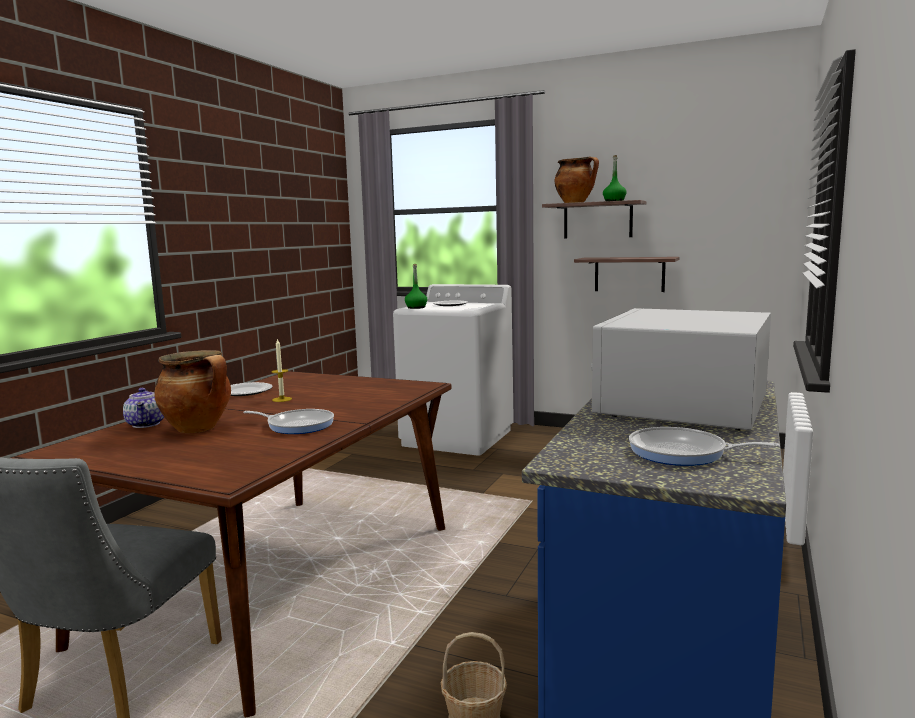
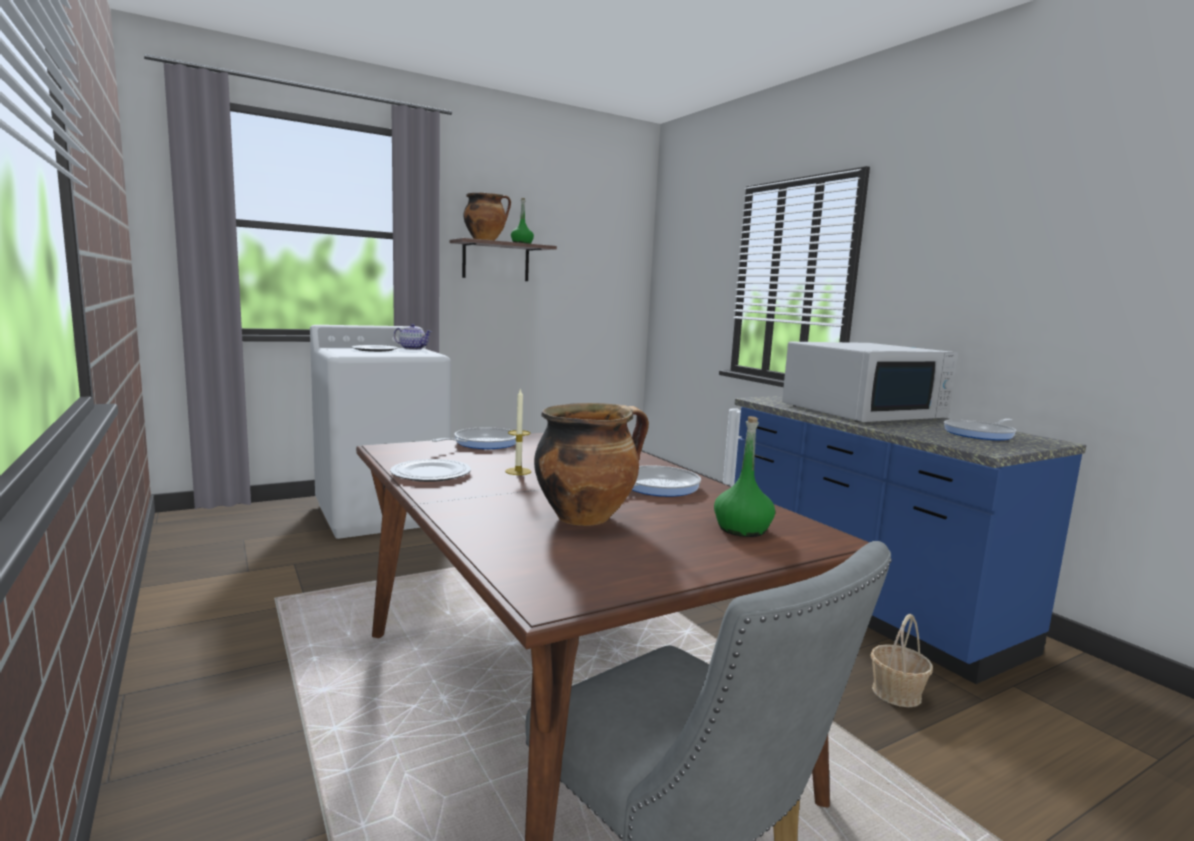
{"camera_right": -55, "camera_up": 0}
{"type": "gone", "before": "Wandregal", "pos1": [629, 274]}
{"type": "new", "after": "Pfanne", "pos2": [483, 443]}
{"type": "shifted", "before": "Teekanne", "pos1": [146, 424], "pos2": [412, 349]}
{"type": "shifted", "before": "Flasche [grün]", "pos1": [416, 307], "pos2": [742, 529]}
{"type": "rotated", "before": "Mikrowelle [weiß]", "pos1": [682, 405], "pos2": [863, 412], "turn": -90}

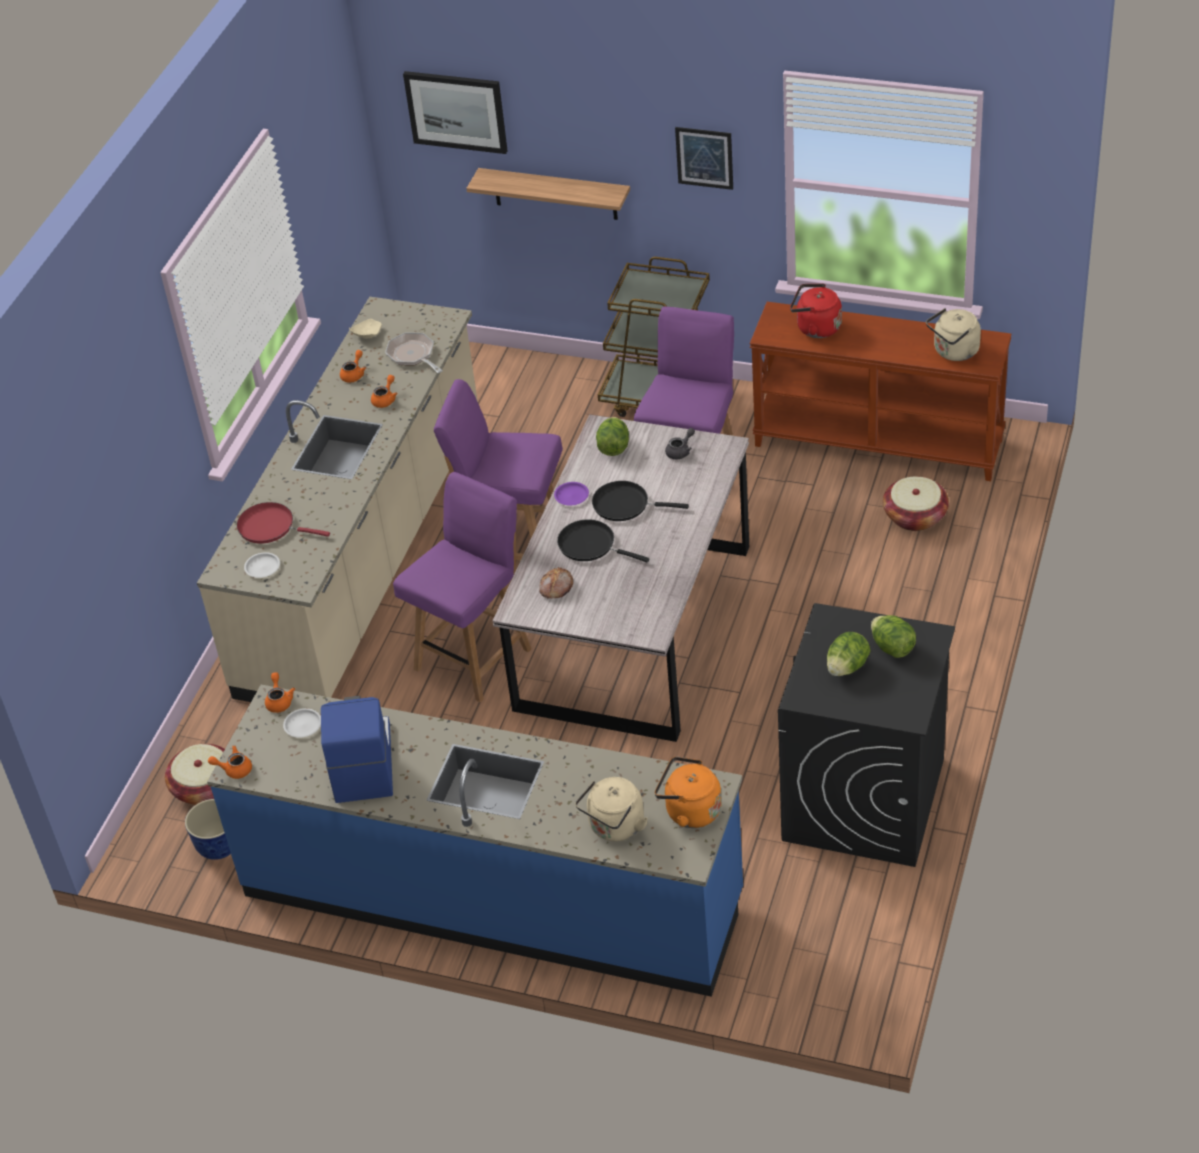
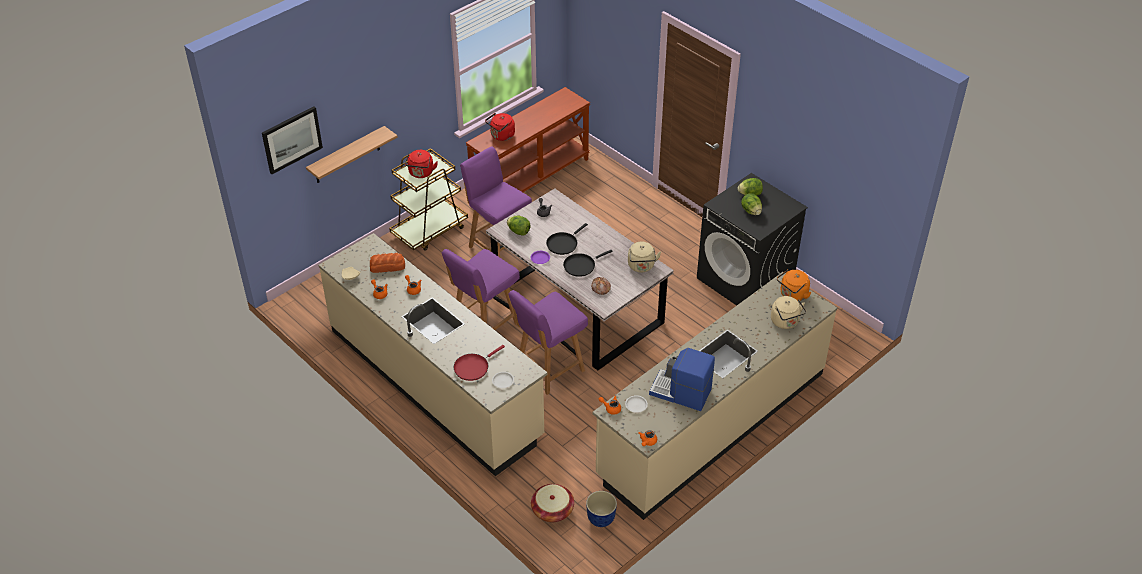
{"camera_right": -65, "camera_up": 0}
{"type": "gone", "before": "Bild", "pos1": [704, 158]}
{"type": "gone", "before": "Korb", "pos1": [915, 516]}
{"type": "new", "after": "Wasserkessel [rot]", "pos2": [421, 173]}
{"type": "shifted", "before": "Wasserkessel [beige]", "pos1": [954, 352], "pos2": [641, 267]}
{"type": "swapped", "before": "Pfanne", "after": "Brot", "pos1": [413, 355], "pos2": [388, 266]}
{"type": "repainted", "before": "Küchenzeile [blau]", "after": "Küchenzeile [beige]", "pos1": [492, 895], "pos2": [711, 424]}
{"type": "rotated", "before": "Stuhl [lila]", "pos1": [475, 657], "pos2": [548, 369], "turn": -105}

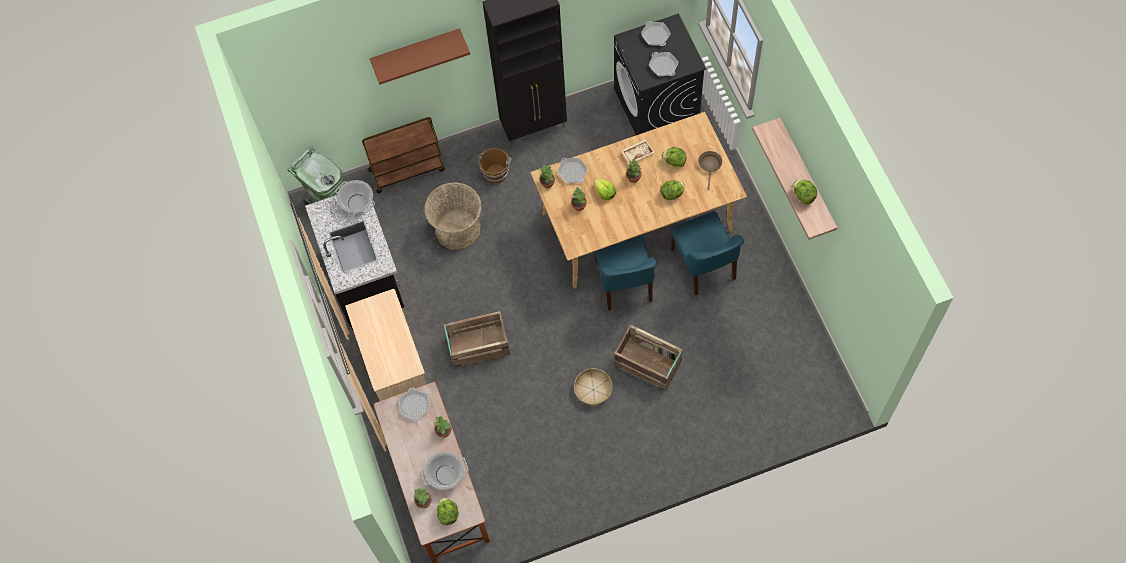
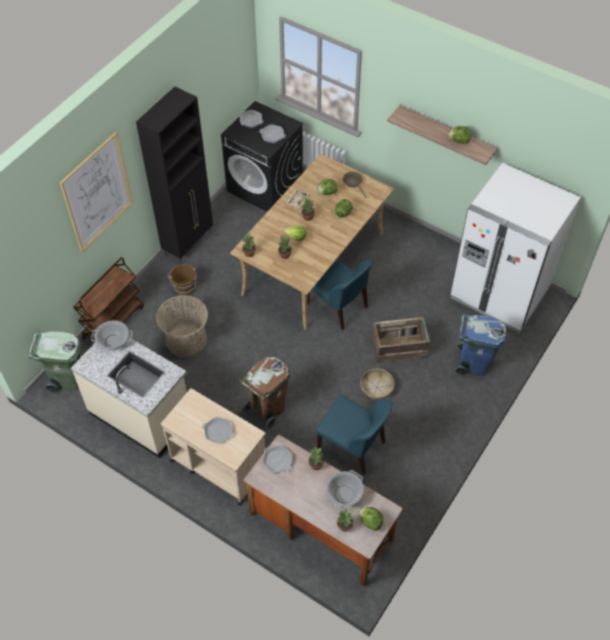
{"camera_right": -40, "camera_up": -10}
{"type": "new", "after": "Kühlschrank [weiß]", "pos2": [499, 294]}
{"type": "new", "after": "Mülleimer [blau]", "pos2": [472, 363]}
{"type": "shifted", "before": "Pfanne", "pos1": [572, 172], "pos2": [218, 432]}
{"type": "shifted", "before": "Stuhl [blau]", "pos1": [704, 265], "pos2": [353, 446]}
{"type": "swapped", "before": "Wandregal [braun]", "after": "Bild", "pos1": [416, 50], "pos2": [97, 192]}
{"type": "swapped", "before": "Kiste", "after": "Mülleimer [braun]", "pos1": [477, 345], "pos2": [267, 409]}
{"type": "repainted", "before": "Küchenzeile [schwarz]", "after": "Küchenzeile [beige]", "pos1": [366, 279], "pos2": [141, 415]}

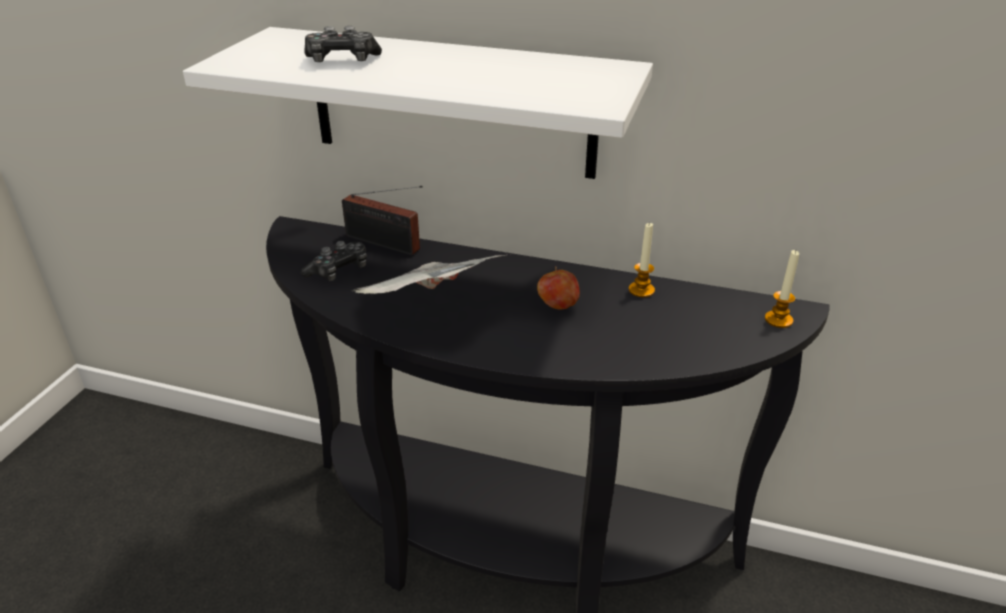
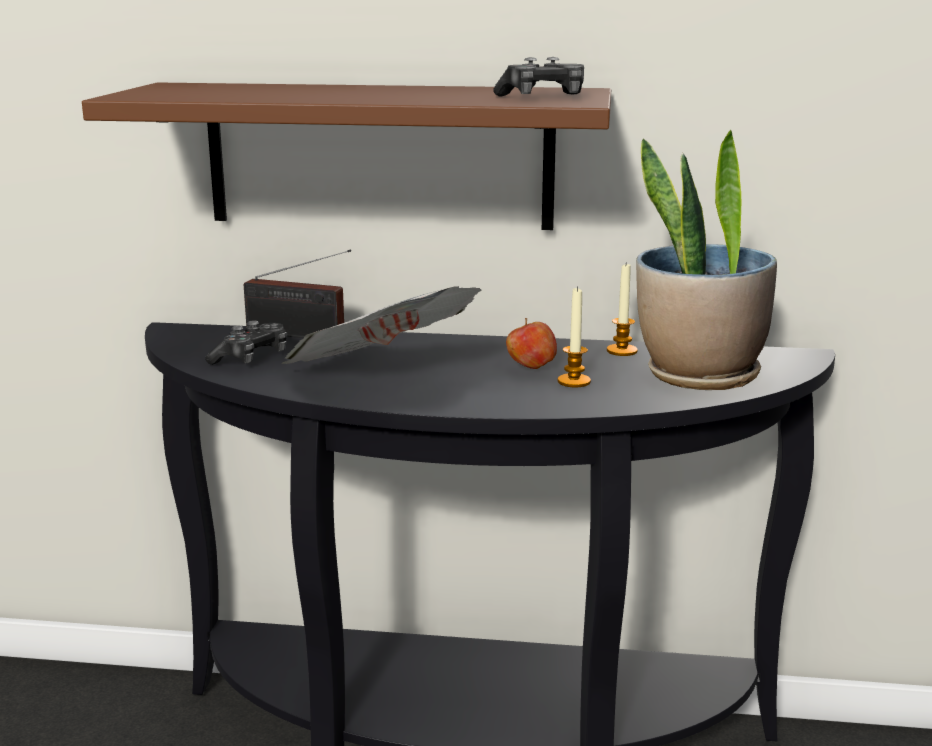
{"camera_right": -10, "camera_up": -15}
{"type": "new", "after": "Topfpflanze", "pos2": [699, 376]}
{"type": "shifted", "before": "Gamepad", "pos1": [342, 60], "pos2": [543, 97]}
{"type": "shifted", "before": "Kerze", "pos1": [778, 320], "pos2": [574, 381]}
{"type": "repainted", "before": "Wandregal [weiß]", "after": "Wandregal [braun]", "pos1": [451, 103], "pos2": [379, 156]}

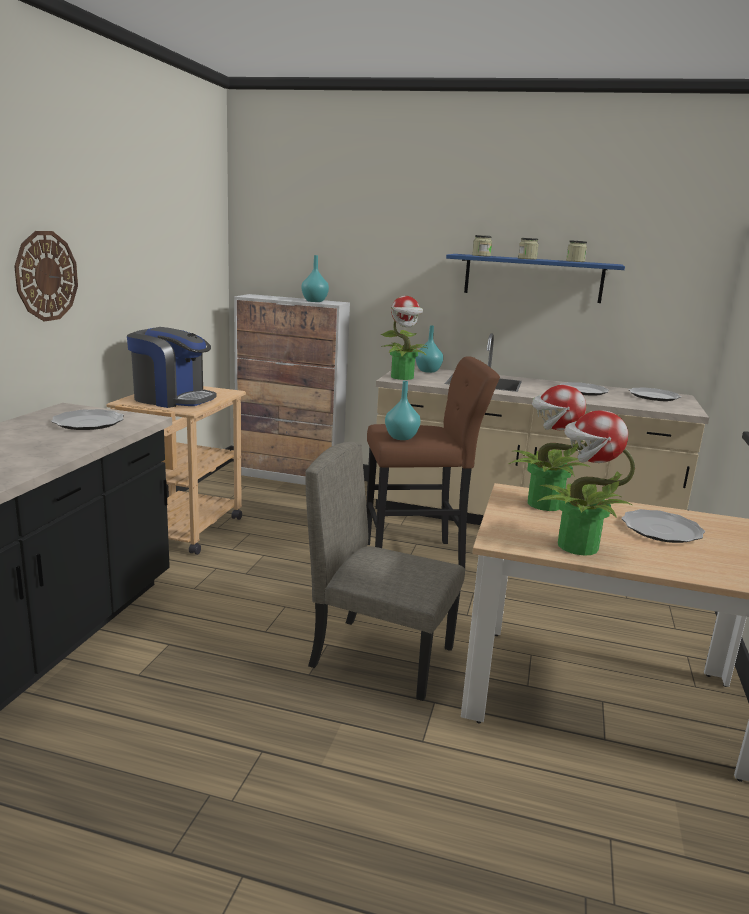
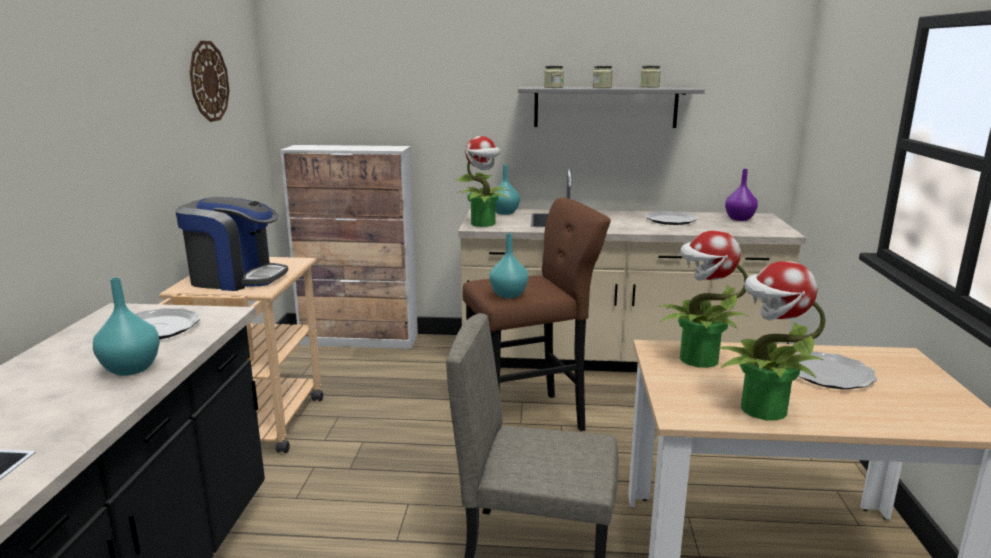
{"camera_right": -10, "camera_up": 0}
{"type": "shifted", "before": "Wanduhr", "pos1": [46, 276], "pos2": [208, 81]}
{"type": "shifted", "before": "Vase [türkis]", "pos1": [314, 301], "pos2": [130, 369]}
{"type": "swapped", "before": "Teller", "after": "Vase [lila]", "pos1": [653, 396], "pos2": [739, 219]}
{"type": "repainted", "before": "Wandregal [blau]", "after": "Wandregal [grau]", "pos1": [533, 278], "pos2": [605, 107]}

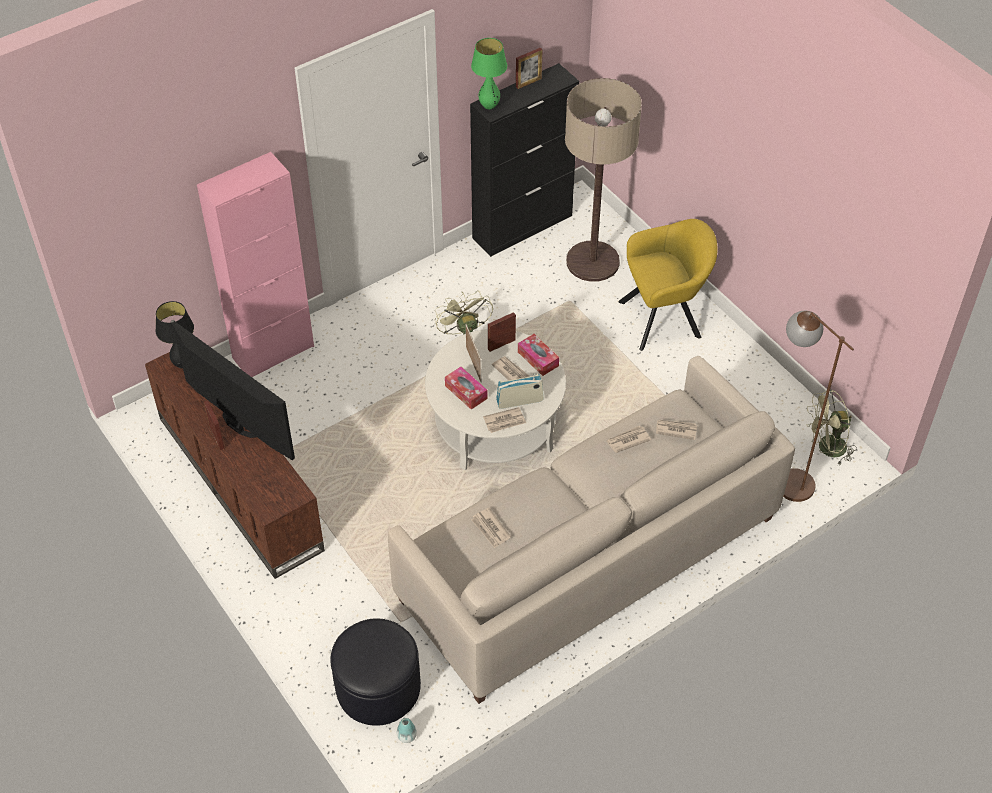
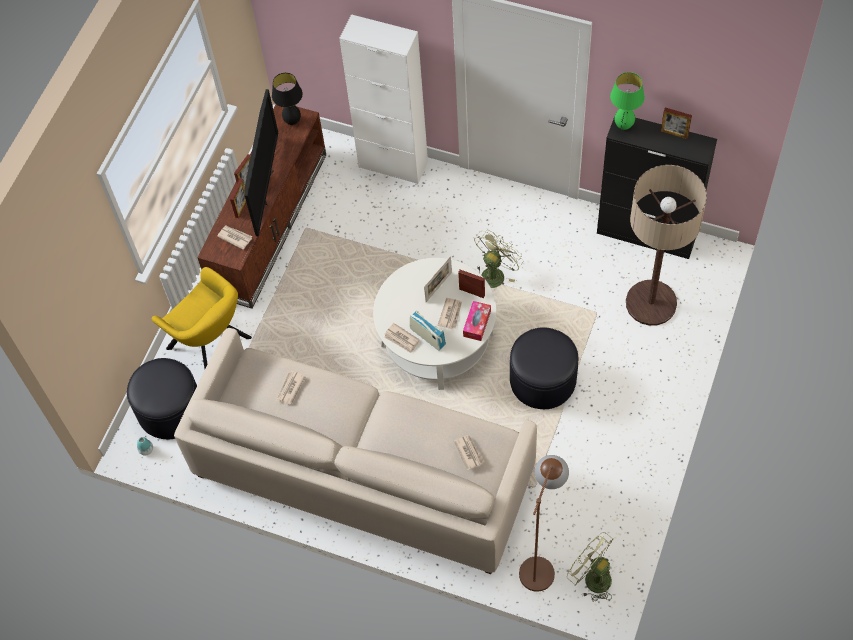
{"camera_right": 60, "camera_up": 10}
{"type": "gone", "before": "Taschentuchbox", "pos1": [466, 392]}
{"type": "new", "after": "Bilderrahmen", "pos2": [241, 207]}
{"type": "new", "after": "Polsterhocker [schwarz]", "pos2": [543, 380]}
{"type": "shifted", "before": "Zeitung", "pos1": [627, 440], "pos2": [235, 237]}
{"type": "shifted", "before": "Sessel [gelb]", "pos1": [665, 318], "pos2": [212, 346]}
{"type": "repainted", "before": "Schrank [rosa]", "after": "Schrank [weiß]", "pos1": [273, 352], "pos2": [393, 164]}

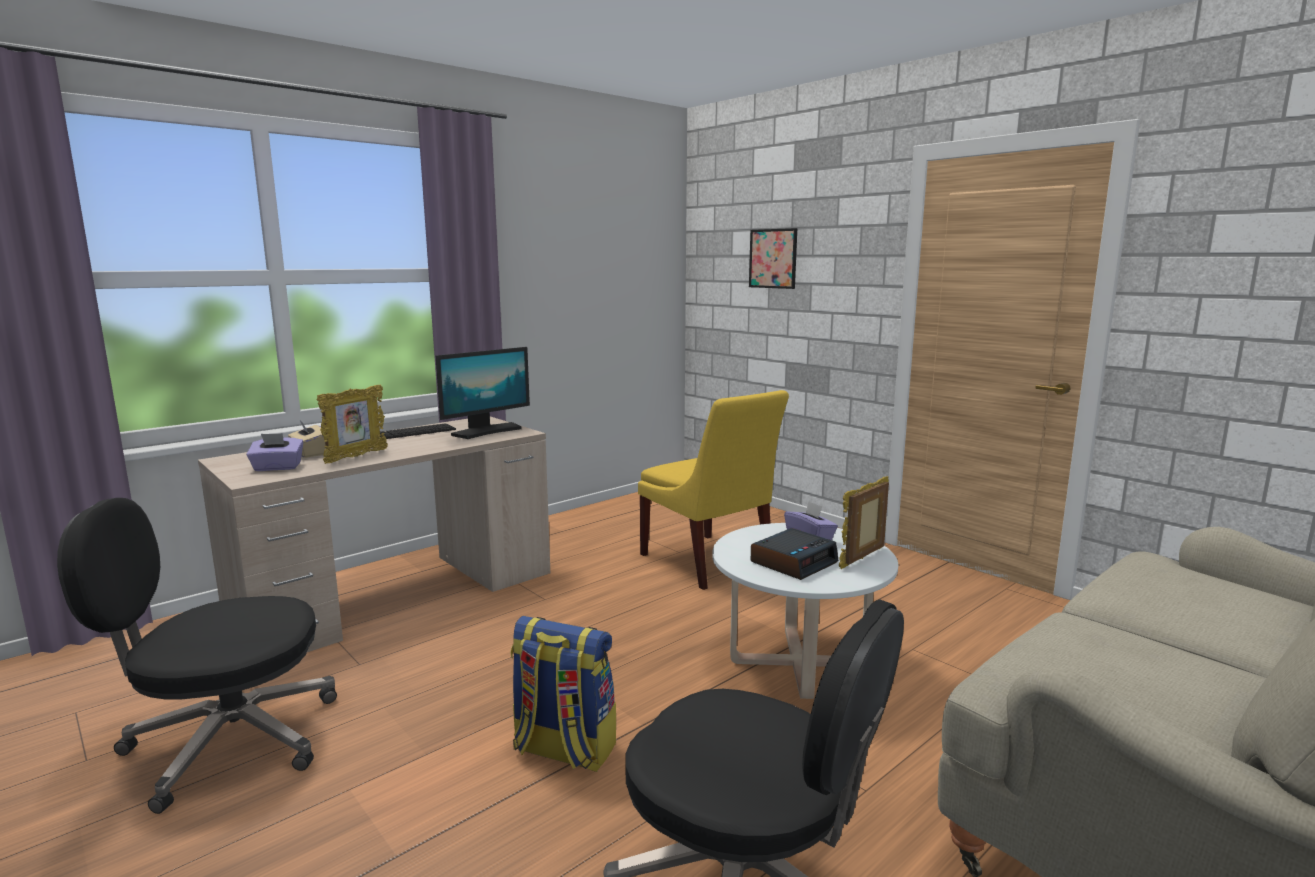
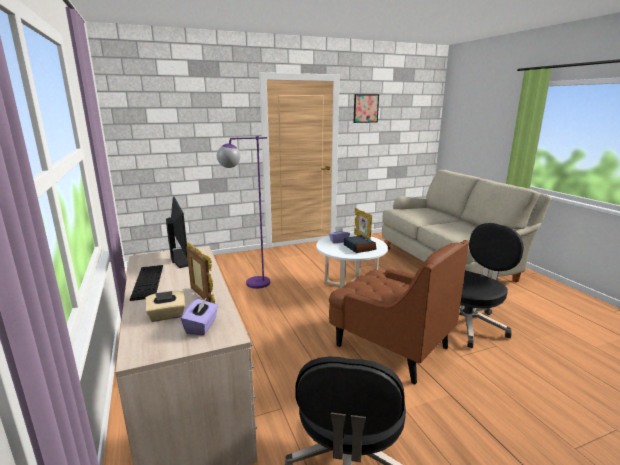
{"camera_right": -70, "camera_up": 5}
{"type": "shifted", "before": "Bild", "pos1": [773, 258], "pos2": [366, 108]}
{"type": "swapped", "before": "Rucksack", "after": "Sessel [braun]", "pos1": [563, 750], "pos2": [390, 346]}
{"type": "swapped", "before": "Stuhl [gelb]", "after": "Stehlampe [lila]", "pos1": [709, 563], "pos2": [249, 284]}

